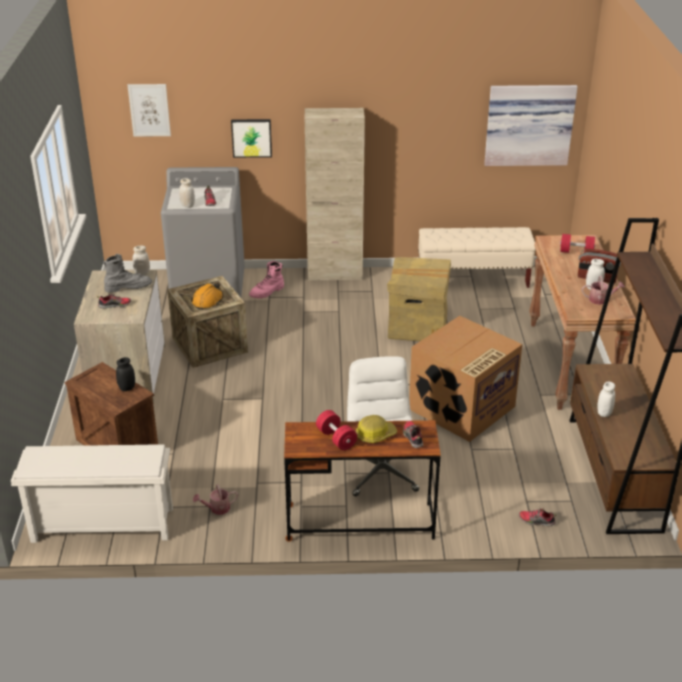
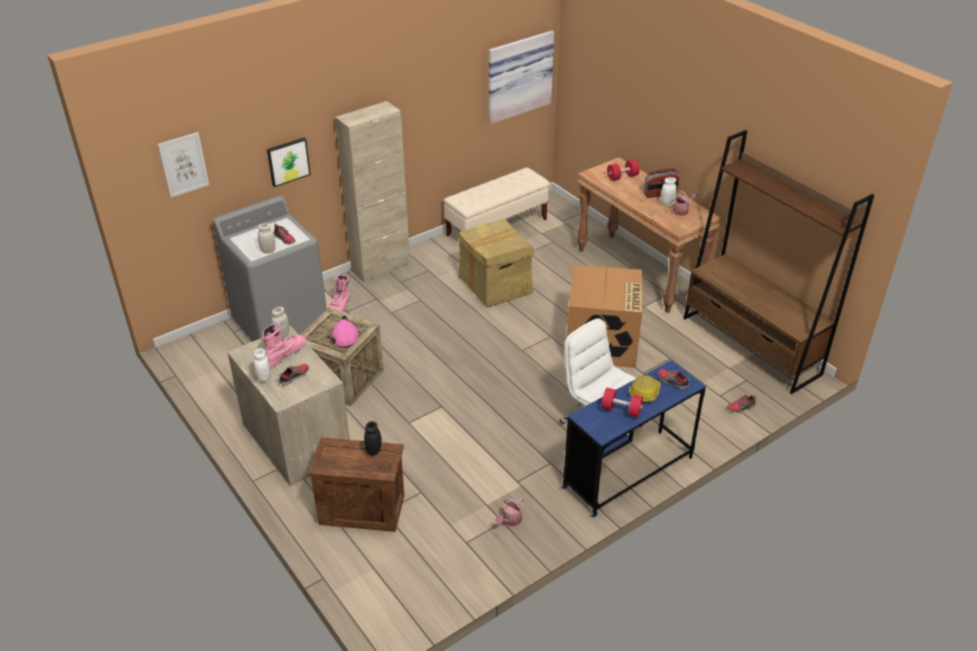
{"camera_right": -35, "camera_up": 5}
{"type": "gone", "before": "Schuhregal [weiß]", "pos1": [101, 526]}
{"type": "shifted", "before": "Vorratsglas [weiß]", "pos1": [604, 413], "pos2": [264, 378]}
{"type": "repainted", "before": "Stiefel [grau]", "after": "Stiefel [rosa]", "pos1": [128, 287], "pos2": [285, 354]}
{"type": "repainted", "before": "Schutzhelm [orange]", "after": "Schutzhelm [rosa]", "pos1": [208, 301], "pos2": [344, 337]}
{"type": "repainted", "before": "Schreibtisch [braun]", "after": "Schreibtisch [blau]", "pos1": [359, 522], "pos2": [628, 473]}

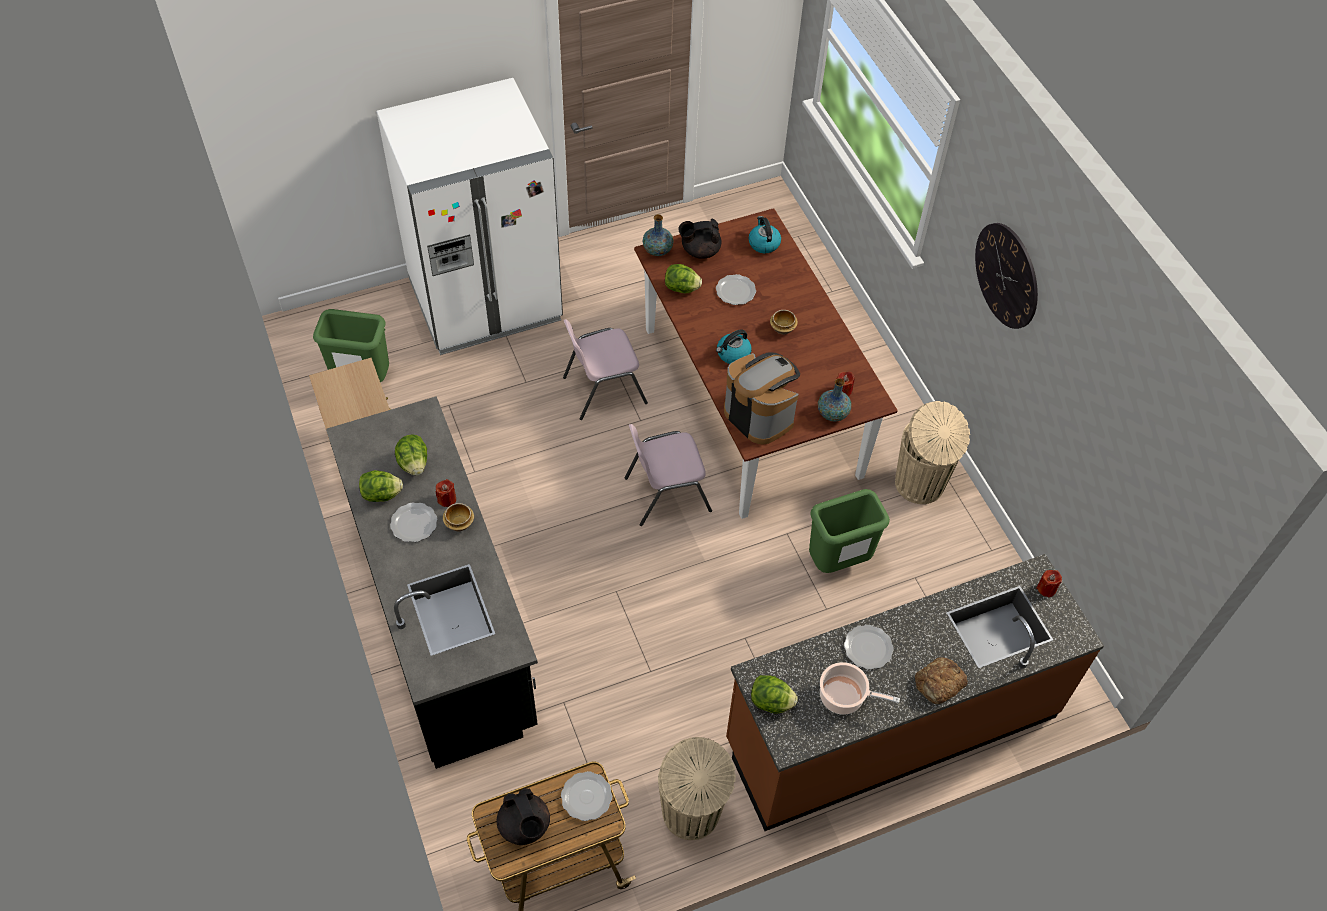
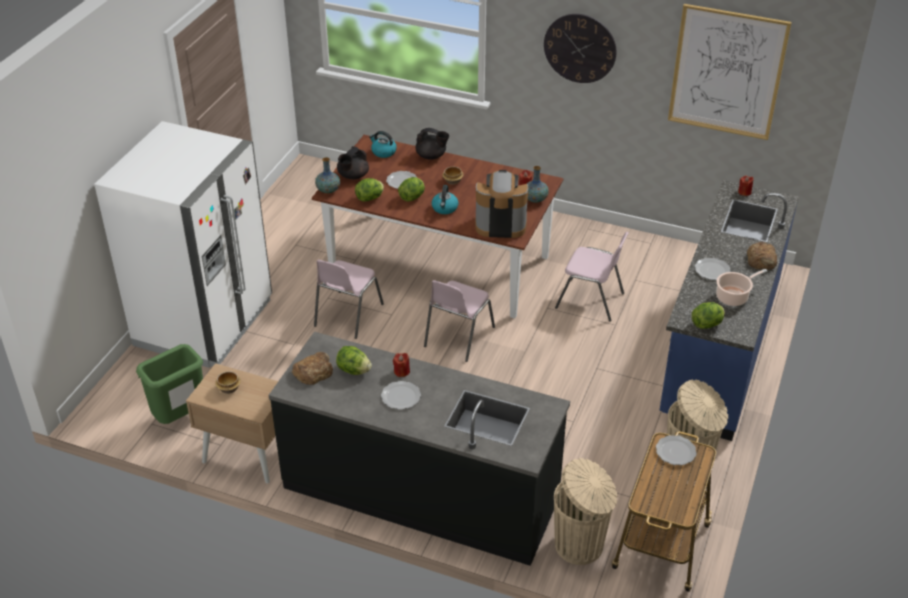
{"camera_right": -45, "camera_up": -15}
{"type": "new", "after": "Brot", "pos2": [313, 371]}
{"type": "new", "after": "Bild", "pos2": [727, 72]}
{"type": "shifted", "before": "Salatkopf", "pos1": [382, 494], "pos2": [412, 197]}
{"type": "shifted", "before": "Schüssel", "pos1": [458, 523], "pos2": [228, 389]}
{"type": "shifted", "before": "Teekanne [schwarz]", "pos1": [525, 826], "pos2": [431, 156]}
{"type": "shifted", "before": "Mülleimer [beige]", "pos1": [920, 485], "pos2": [580, 545]}
{"type": "swapped", "before": "Mülleimer [grün]", "after": "Stuhl [rosa]", "pos1": [838, 562], "pos2": [591, 301]}
{"type": "repainted", "before": "Küchenzeile [braun]", "after": "Küchenzeile [blau]", "pos1": [890, 728], "pos2": [718, 349]}

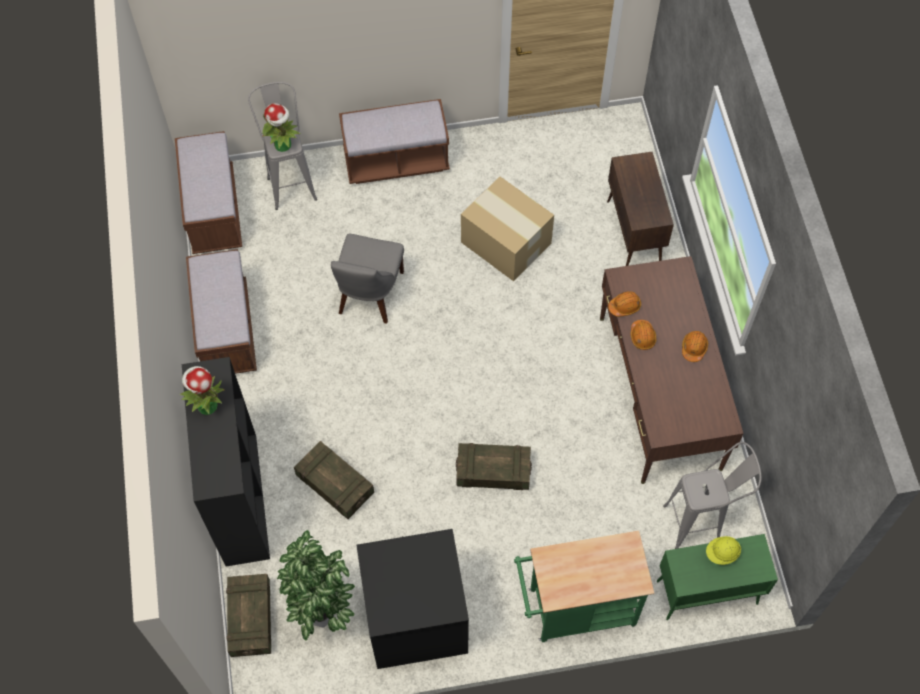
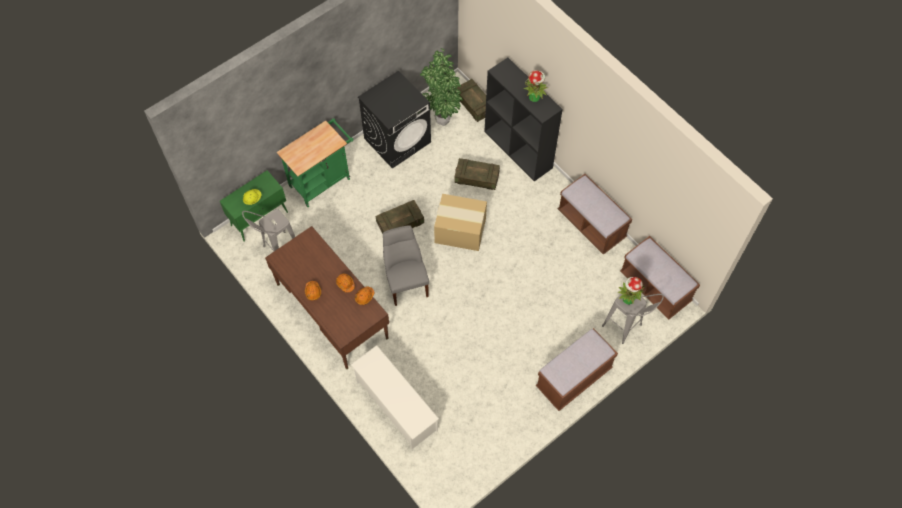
{"camera_right": 150, "camera_up": 0}
{"type": "shifted", "before": "Stuhl [grau]", "pos1": [369, 295], "pos2": [406, 281]}
{"type": "shifted", "before": "Karton", "pos1": [505, 241], "pos2": [461, 231]}
{"type": "swapped", "before": "Schrank [braun]", "after": "Schuhregal [weiß]", "pos1": [634, 233], "pos2": [396, 405]}

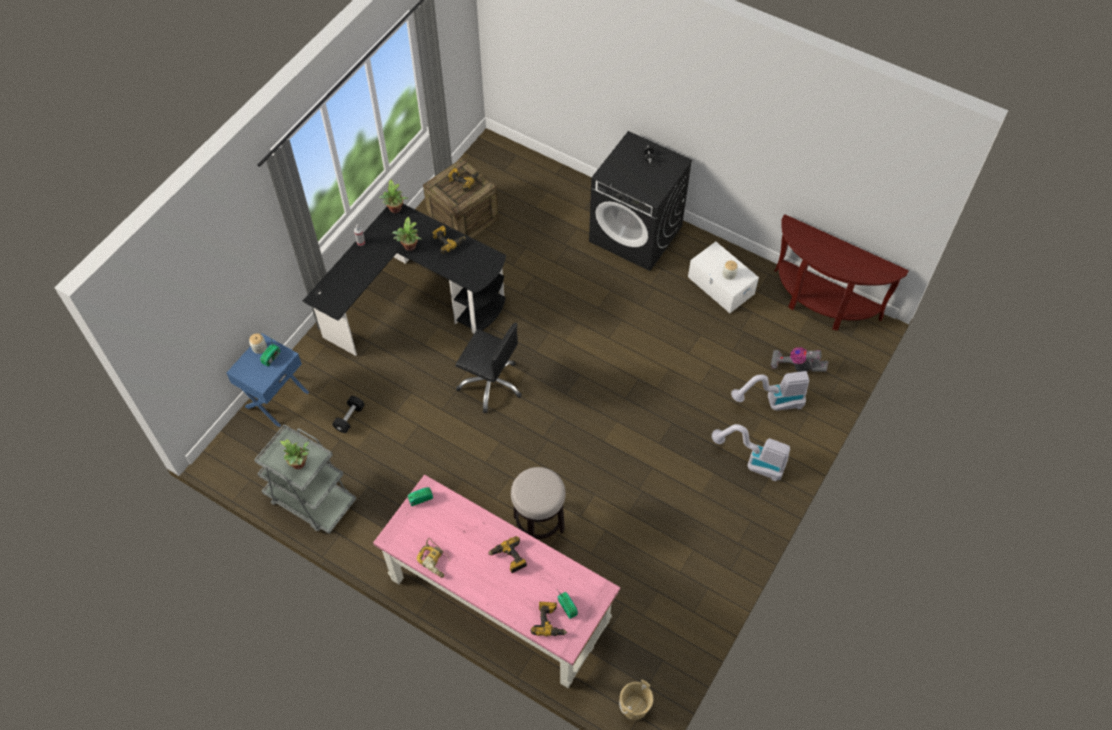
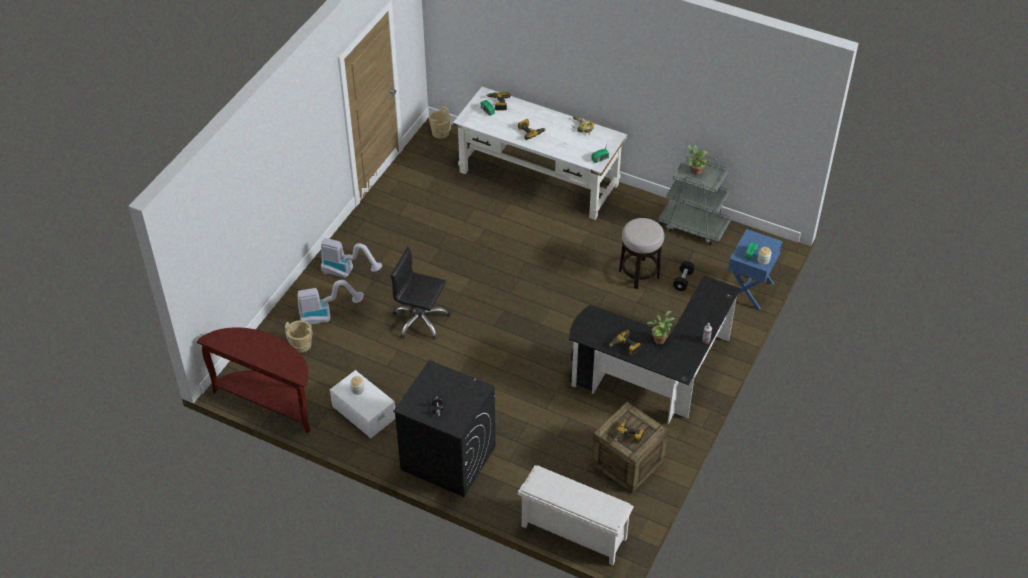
{"camera_right": 175, "camera_up": -10}
{"type": "gone", "before": "Topfpflanze", "pos1": [395, 210]}
{"type": "new", "after": "Schuhregal [weiß]", "pos2": [572, 532]}
{"type": "shifted", "before": "Bürostuhl [schwarz]", "pos1": [490, 384], "pos2": [420, 321]}
{"type": "shifted", "before": "Hocker", "pos1": [539, 523], "pos2": [639, 274]}
{"type": "swapped", "before": "Staubsauger", "after": "Eimer [beige]", "pos1": [796, 367], "pos2": [301, 345]}
{"type": "repainted", "before": "Schreibtisch [rosa]", "after": "Schreibtisch [weiß]", "pos1": [498, 600], "pos2": [539, 178]}

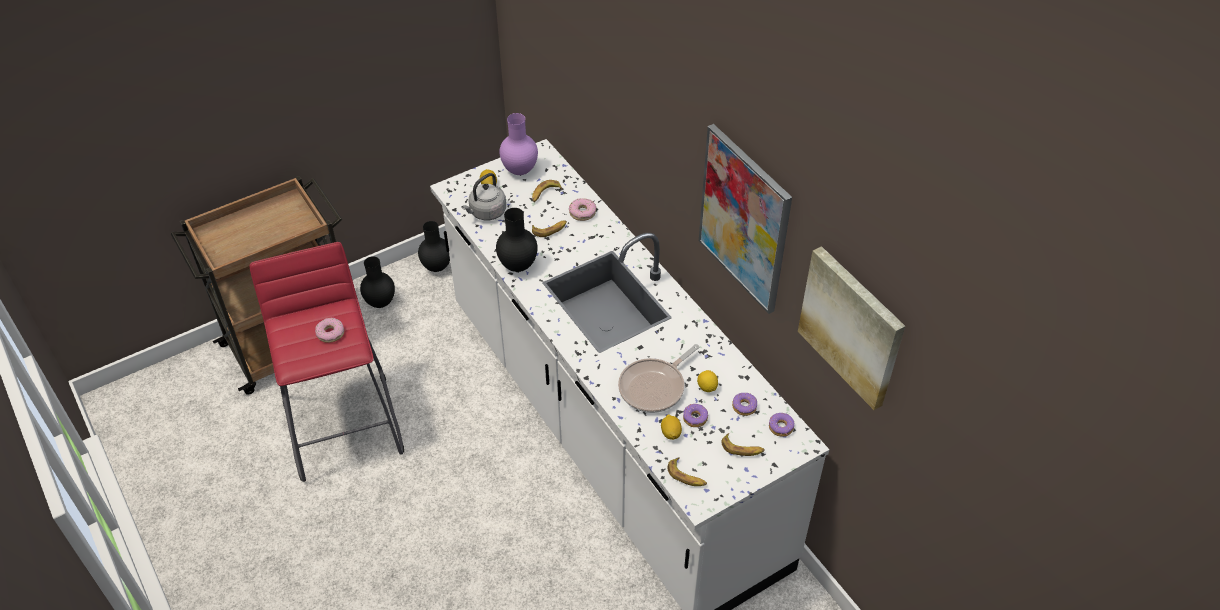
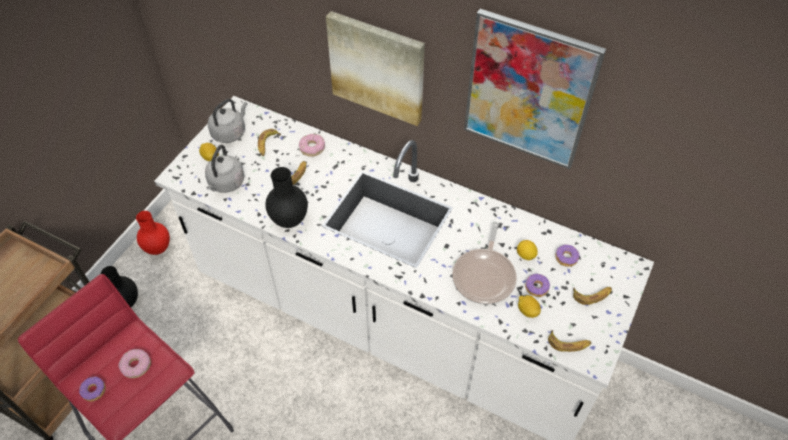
{"camera_right": -30, "camera_up": 5}
{"type": "shifted", "before": "Donut", "pos1": [781, 427], "pos2": [94, 391]}
{"type": "shifted", "before": "Bild", "pos1": [852, 326], "pos2": [377, 67]}
{"type": "swapped", "before": "Vase [lila]", "after": "Wasserkessel [grau]", "pos1": [520, 170], "pos2": [230, 132]}
{"type": "repainted", "before": "Vase [schwarz]", "after": "Vase [rot]", "pos1": [437, 267], "pos2": [158, 248]}

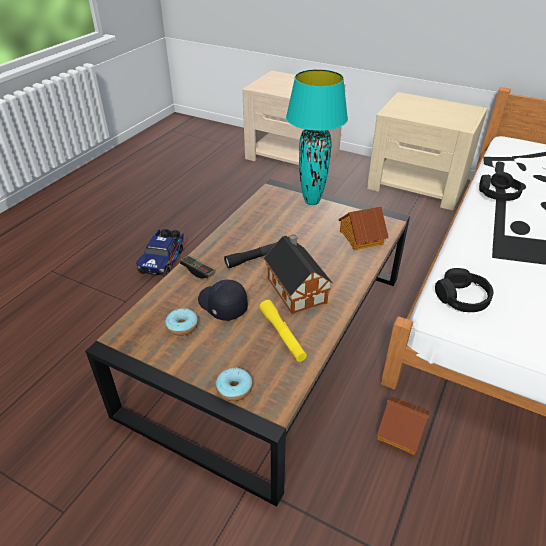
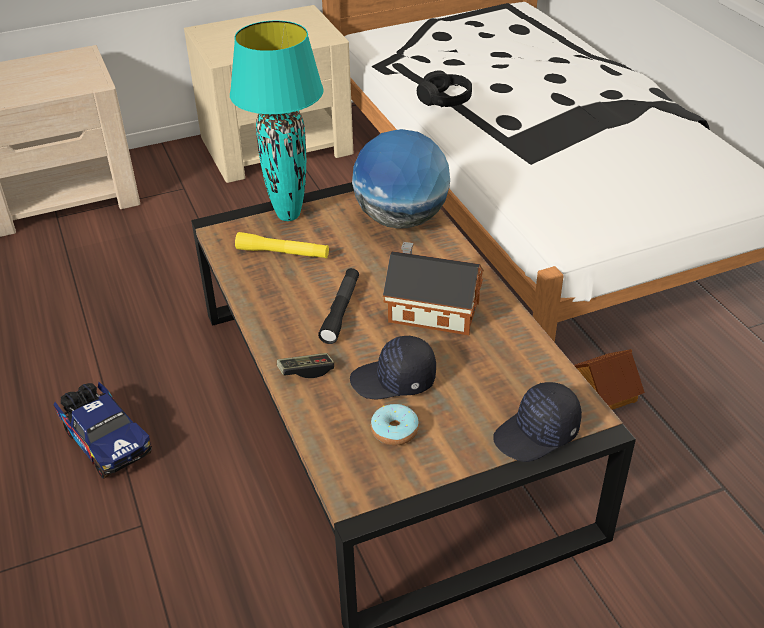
{"camera_right": -50, "camera_up": 0}
{"type": "gone", "before": "Kopfhörer [schwarz]", "pos1": [462, 298]}
{"type": "shifted", "before": "Taschenlampe [gelb]", "pos1": [282, 335], "pos2": [282, 253]}
{"type": "swapped", "before": "Donut", "after": "Kappe [schwarz]", "pos1": [234, 388], "pos2": [537, 434]}
{"type": "swapped", "before": "Spielzeughaus", "after": "Globus", "pos1": [360, 237], "pos2": [401, 220]}

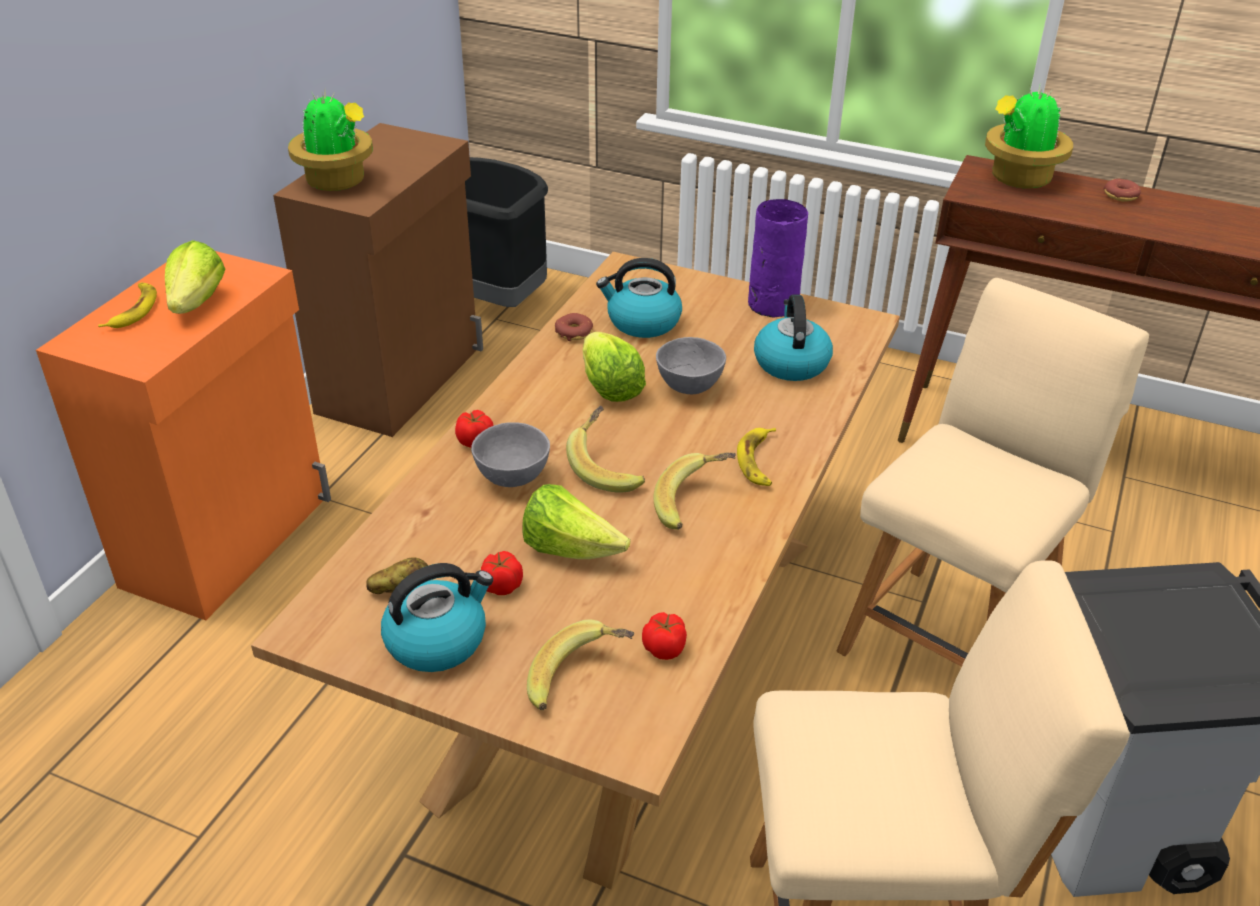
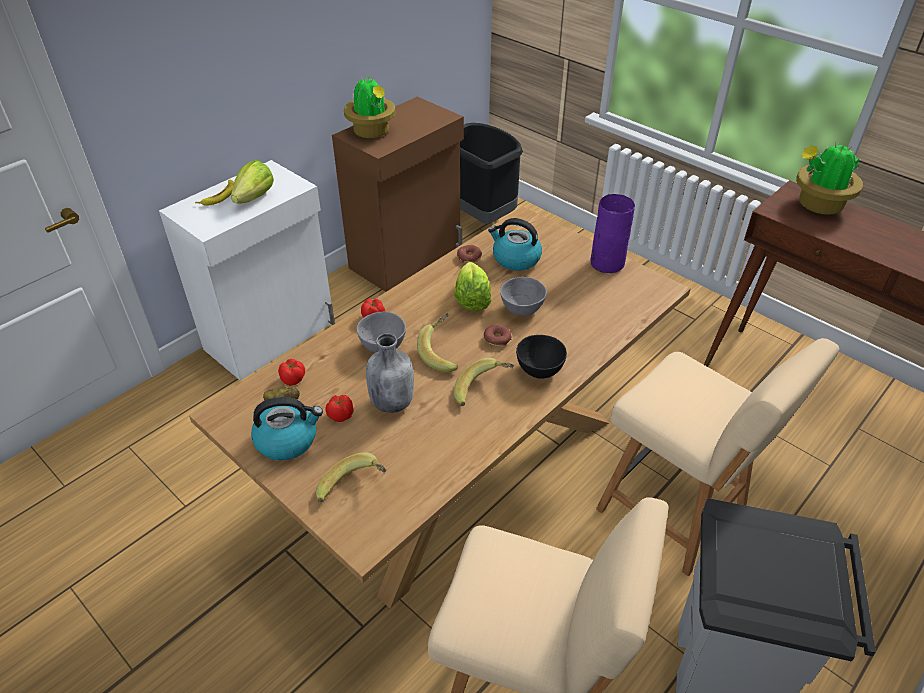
{"camera_right": 20, "camera_up": 5}
{"type": "gone", "before": "Wasserkessel", "pos1": [790, 362]}
{"type": "shifted", "before": "Tomate", "pos1": [665, 648], "pos2": [293, 379]}
{"type": "shifted", "before": "Donut", "pos1": [1120, 196], "pos2": [497, 339]}
{"type": "swapped", "before": "Salatkopf", "after": "Flasche [grau]", "pos1": [570, 549], "pos2": [392, 402]}
{"type": "swapped", "before": "Banane", "after": "Schüssel [schwarz]", "pos1": [758, 461], "pos2": [539, 371]}
{"type": "repainted", "before": "Schrank [orange]", "after": "Schrank [weiß]", "pos1": [230, 540], "pos2": [272, 336]}
{"type": "rotated", "before": "Stuhl [beige]", "pos1": [950, 640], "pos2": [676, 511], "turn": 75}

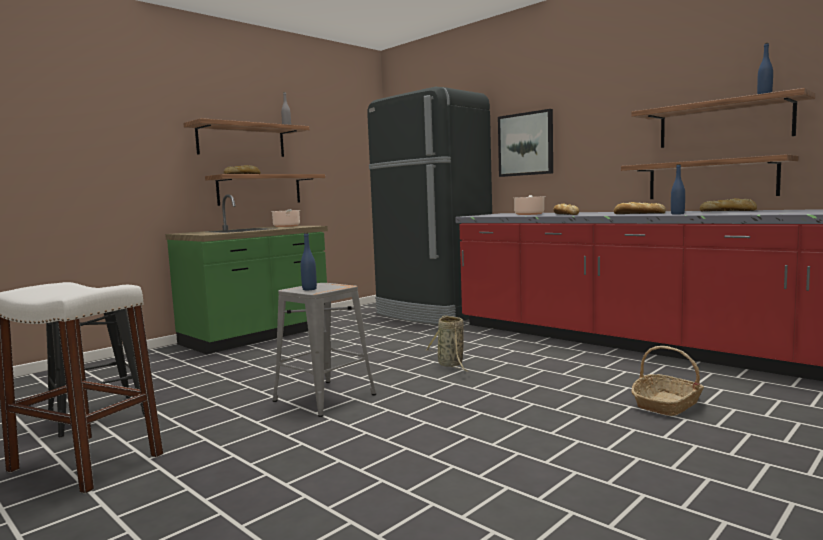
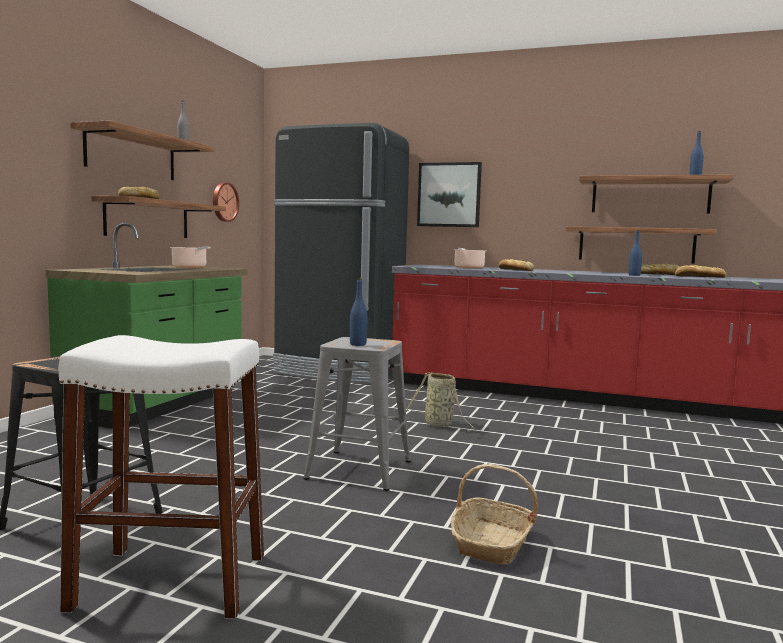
{"camera_right": -25, "camera_up": 0}
{"type": "new", "after": "Wanduhr", "pos2": [224, 202]}
{"type": "shifted", "before": "Brot", "pos1": [638, 214], "pos2": [699, 277]}
{"type": "shifted", "before": "Korb", "pos1": [667, 404], "pos2": [492, 543]}

